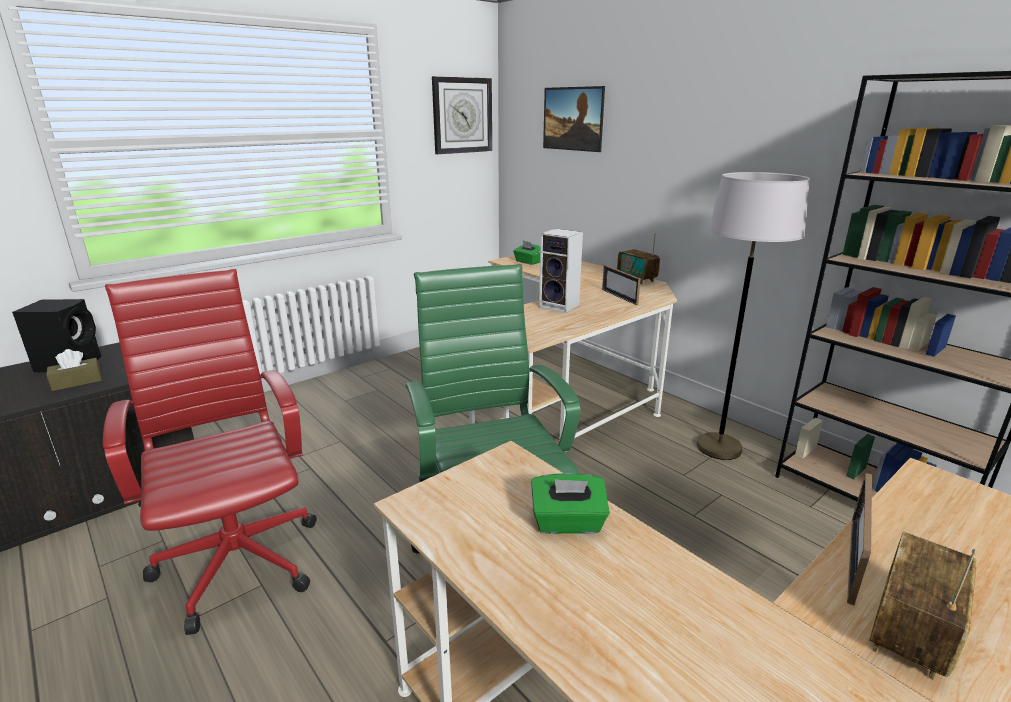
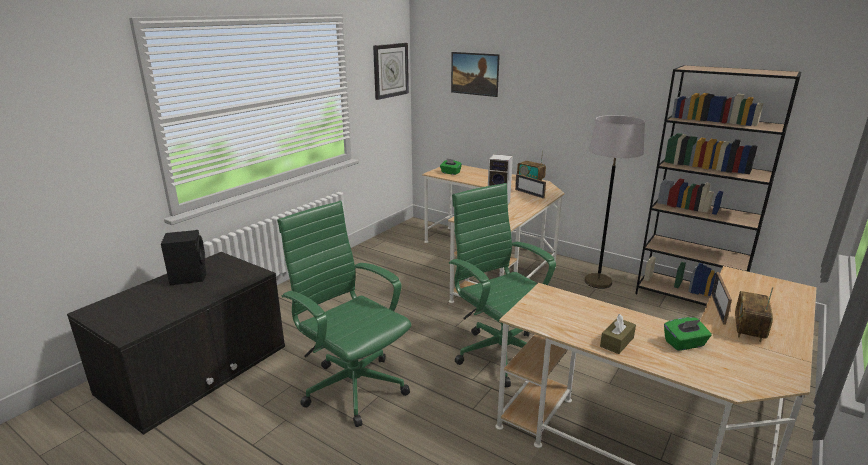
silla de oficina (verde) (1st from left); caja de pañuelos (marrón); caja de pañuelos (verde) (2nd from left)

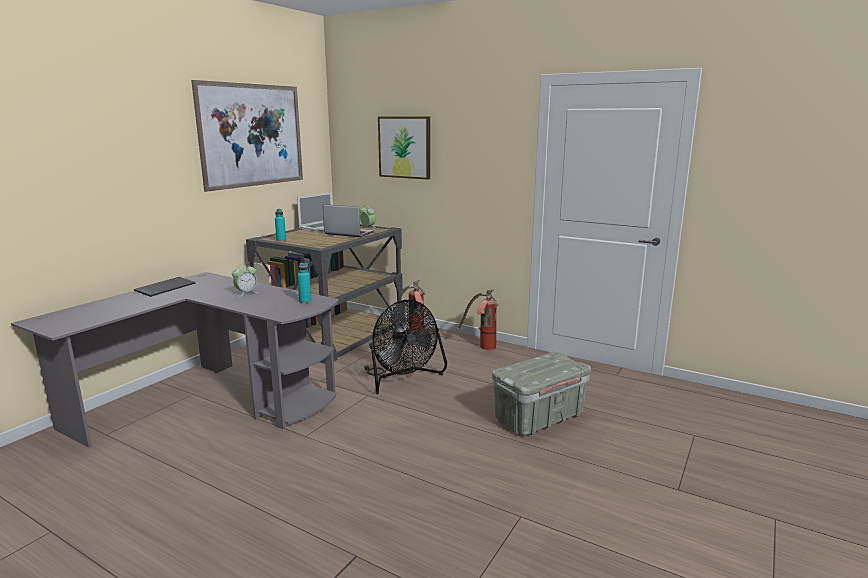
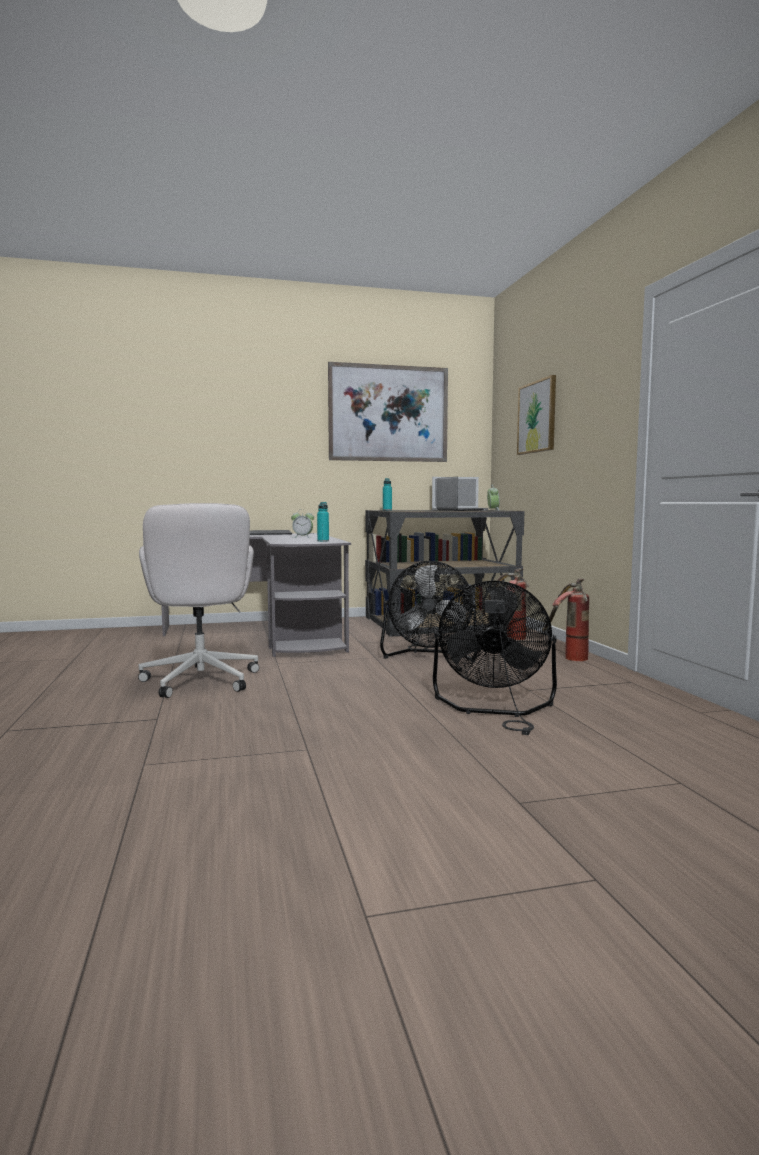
ventilador (negro) (2nd from left); silla de oficina (blanco)

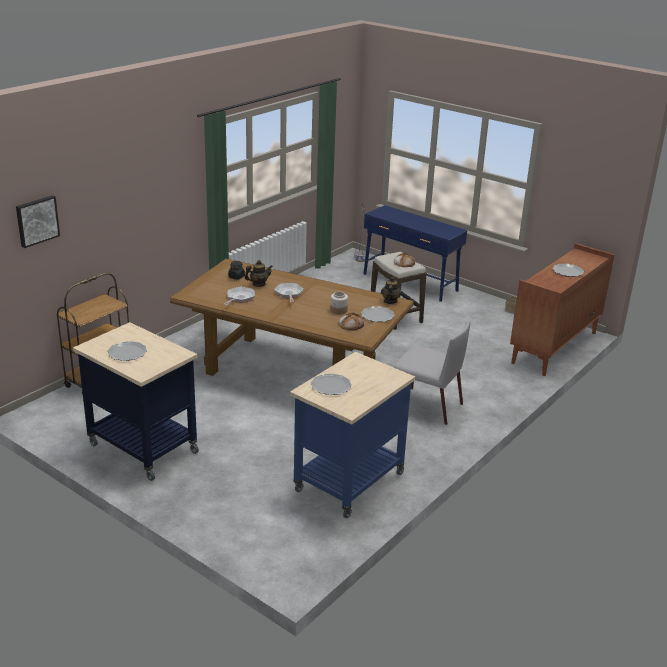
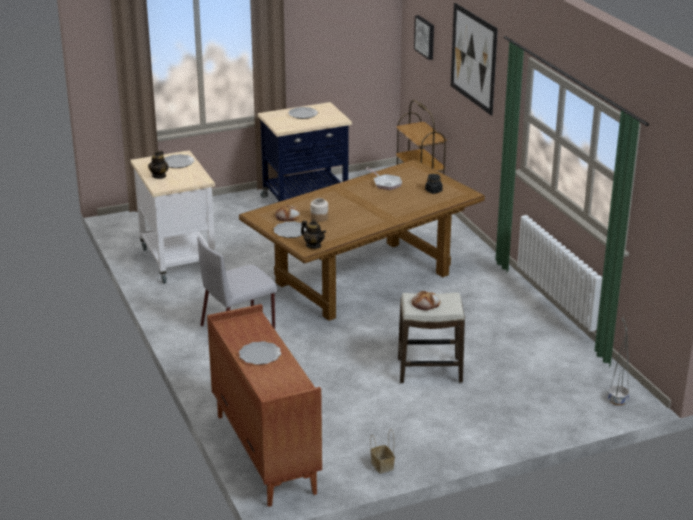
mesa consola (azul); tetera (1st from left); sartén (2nd from left in the first image); carrito (blanco); cuadro (2nd from left)

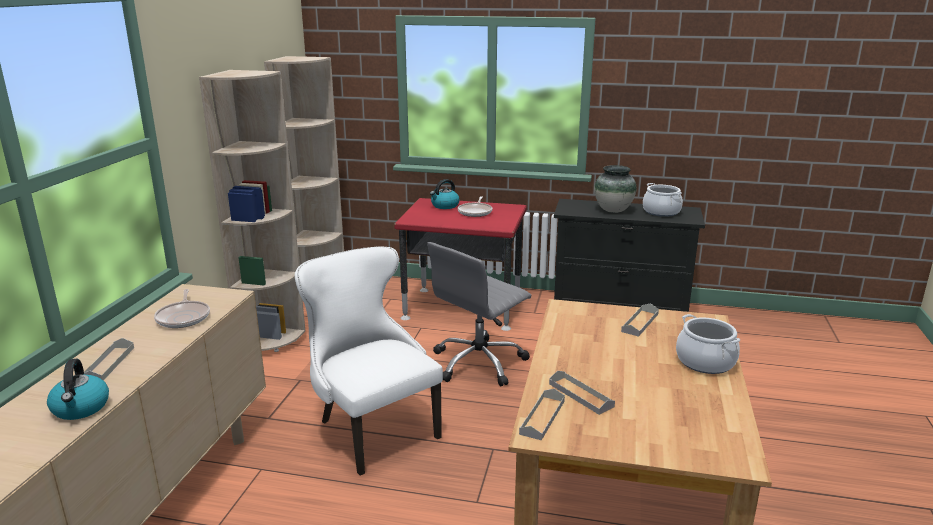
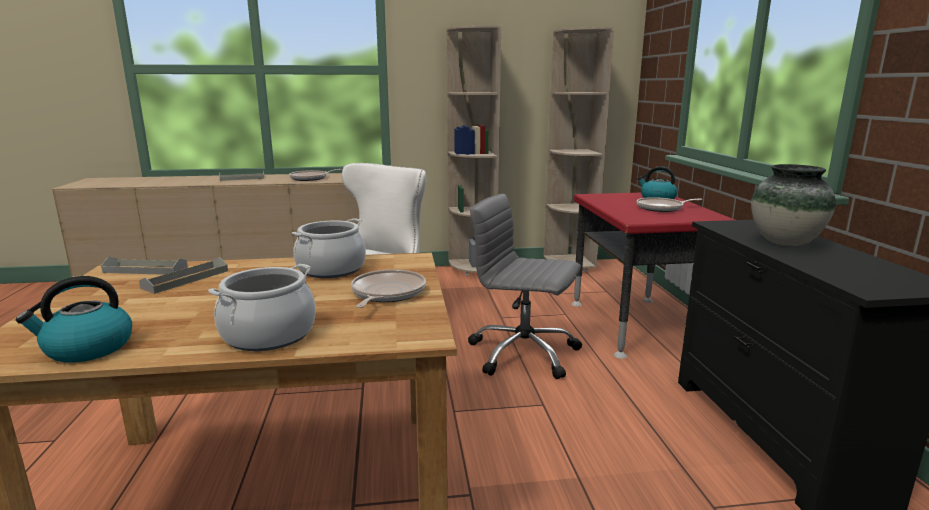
olla (2nd from left); sartén (2nd from left); hervidor (1st from left)

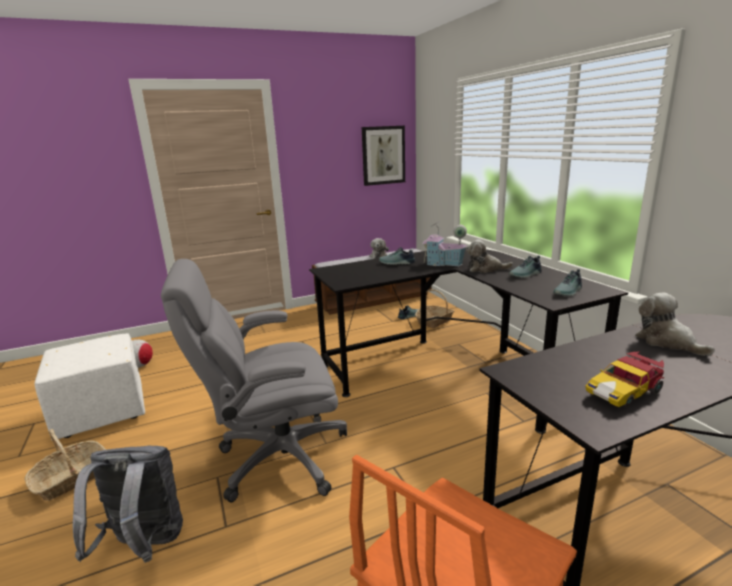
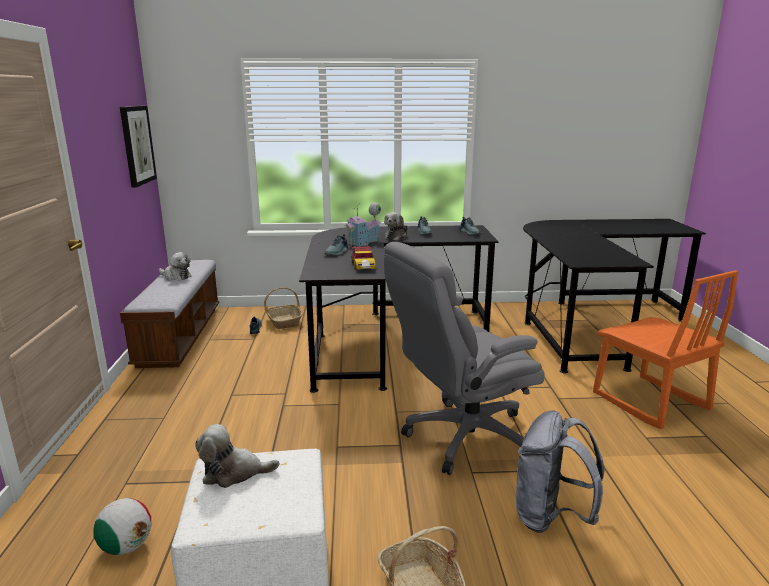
silla de oficina (gris); peluche (2nd from left); coche de juguete

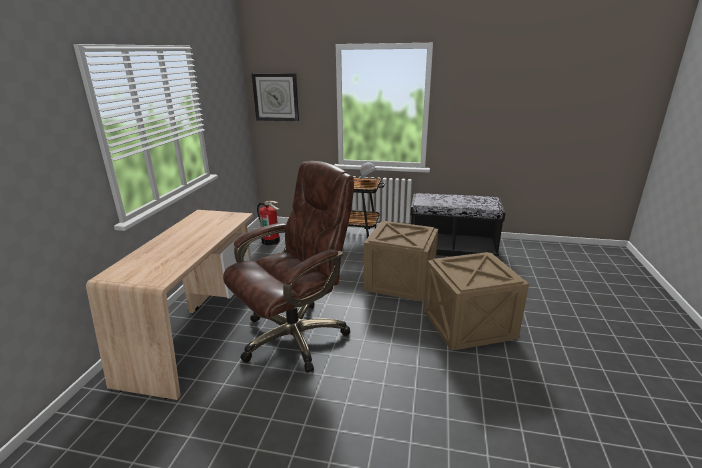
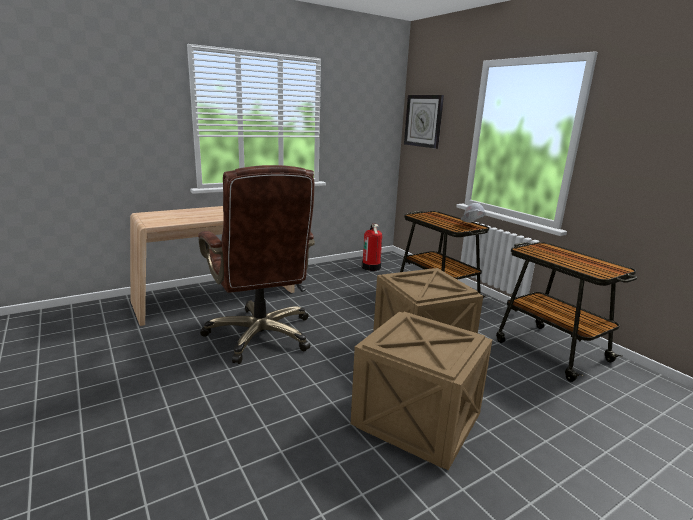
silla de oficina (marrón); carrito (2nd from left)

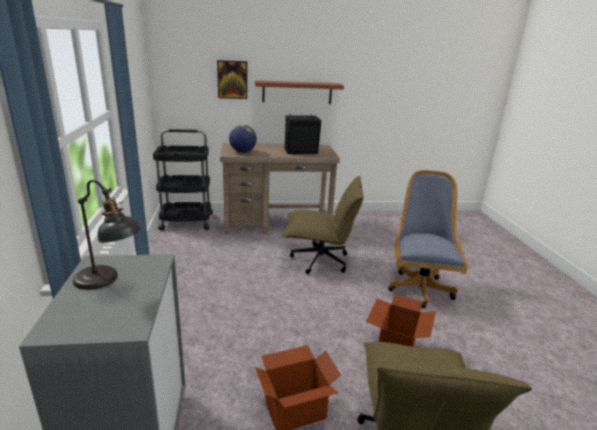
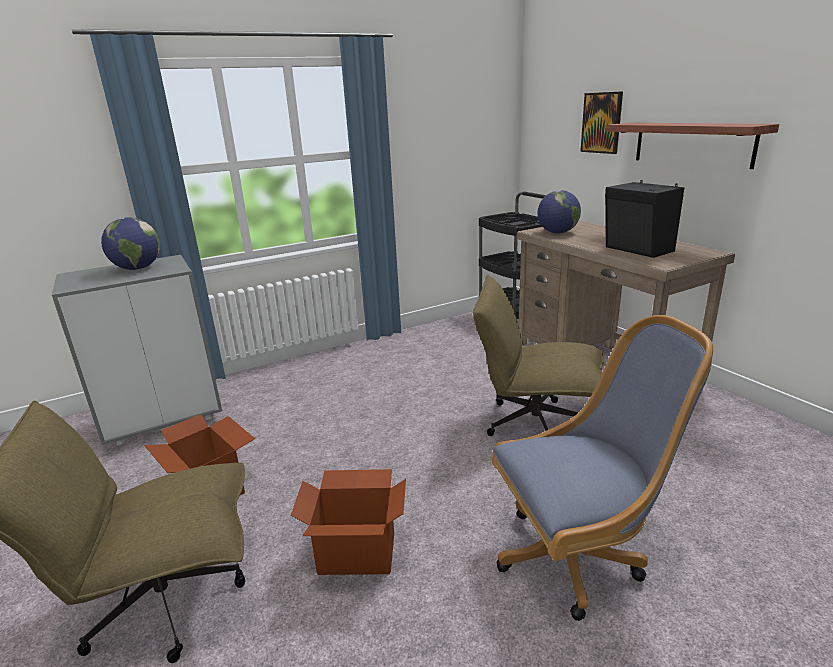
silla de oficina (beis) (2nd from left); globo terráqueo (1st from left)

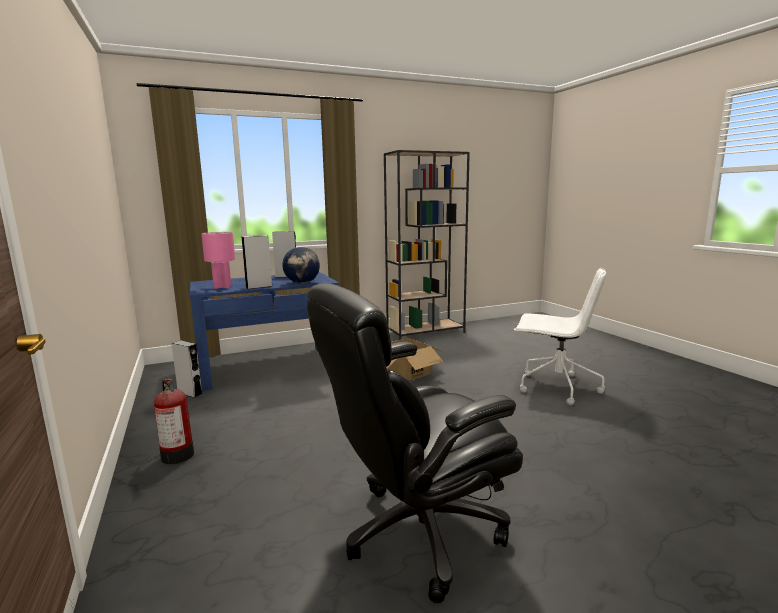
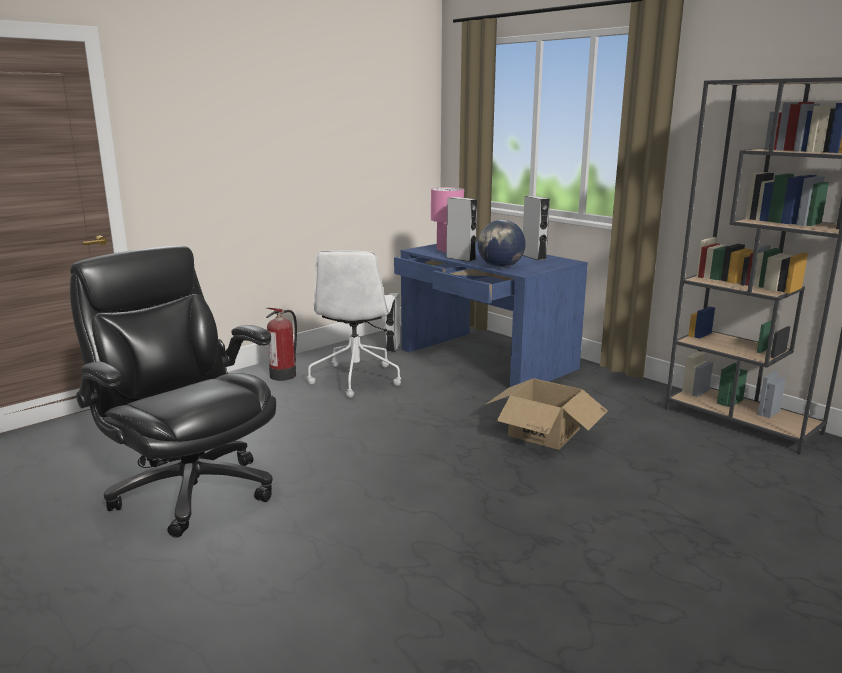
silla de oficina (blanco)

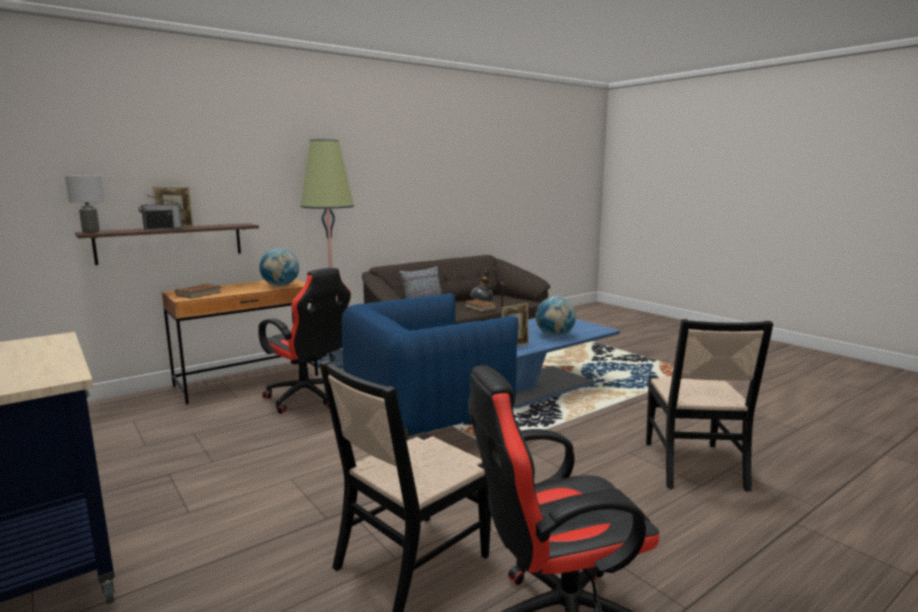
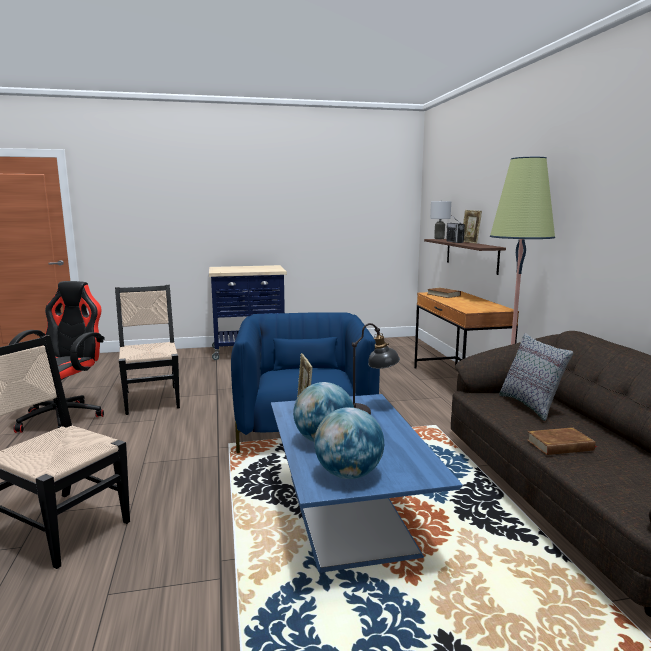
globo terráqueo (2nd from left); silla de oficina (negro) (1st from left in the first image)

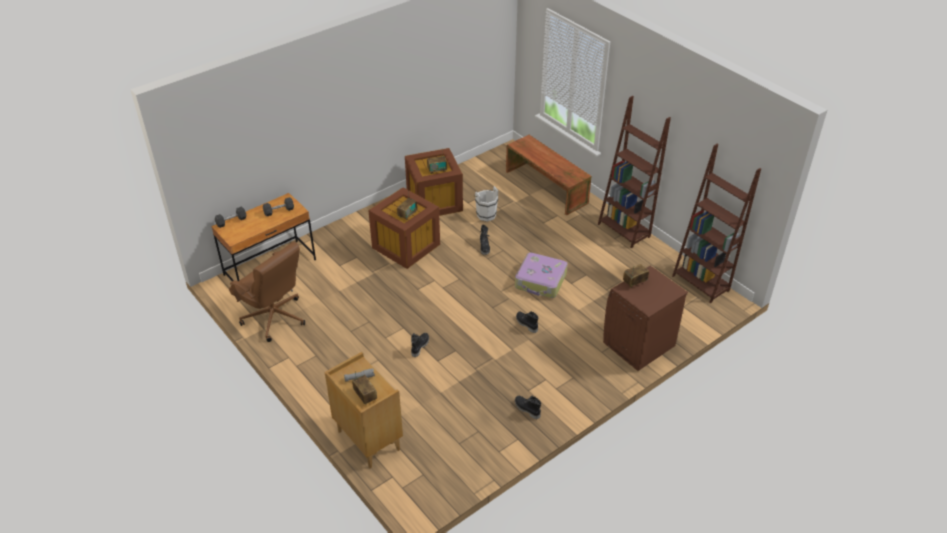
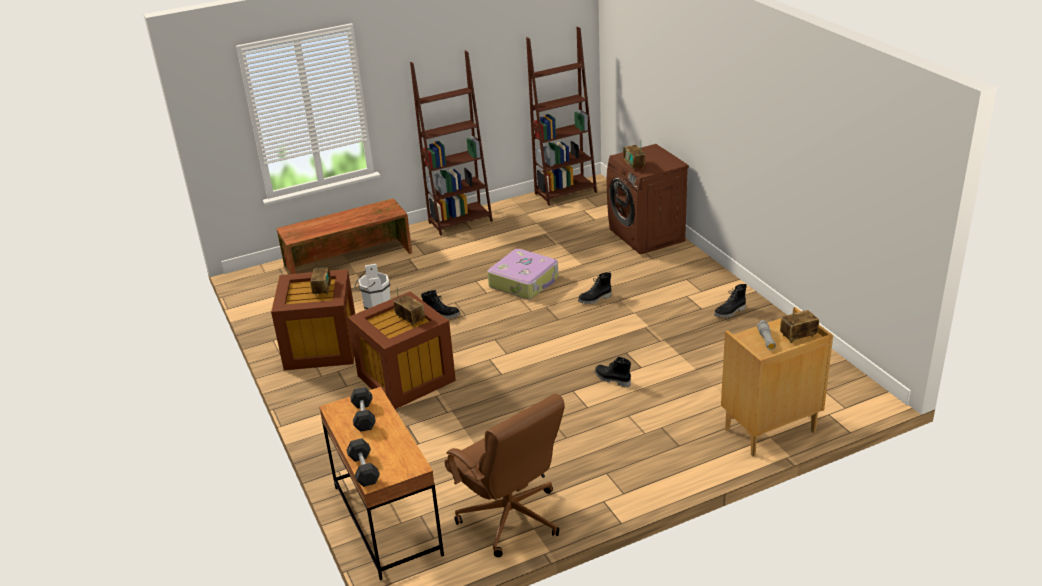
silla de oficina (marrón)

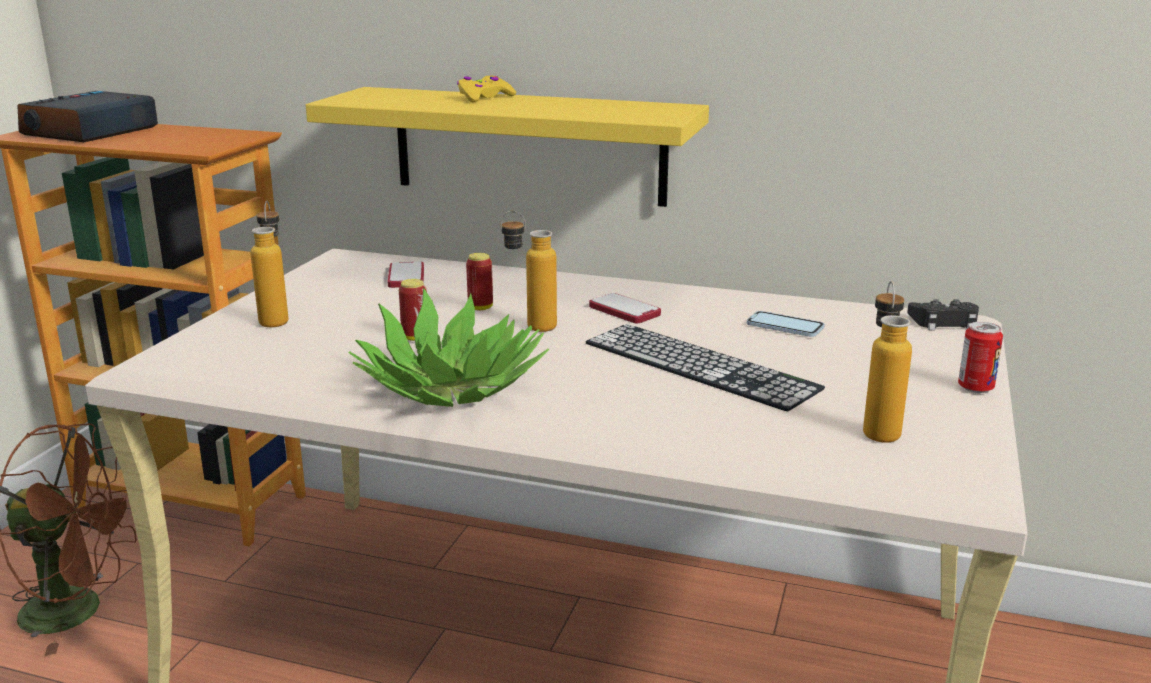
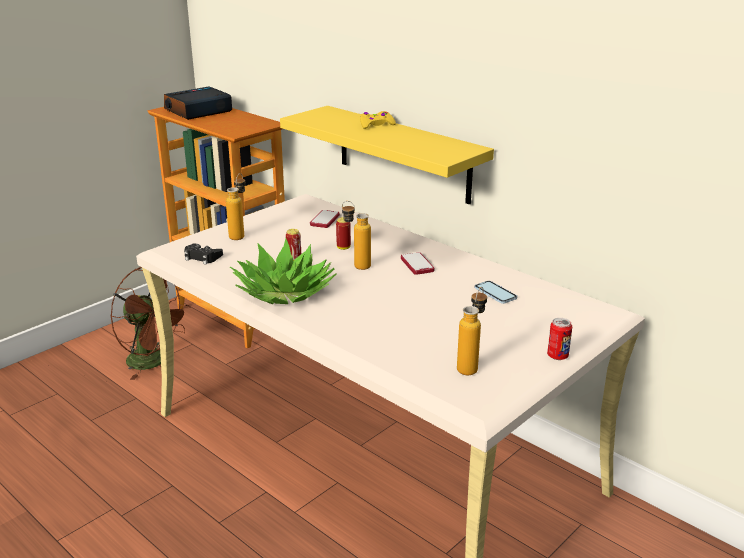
mando de consola (negro); teclado

